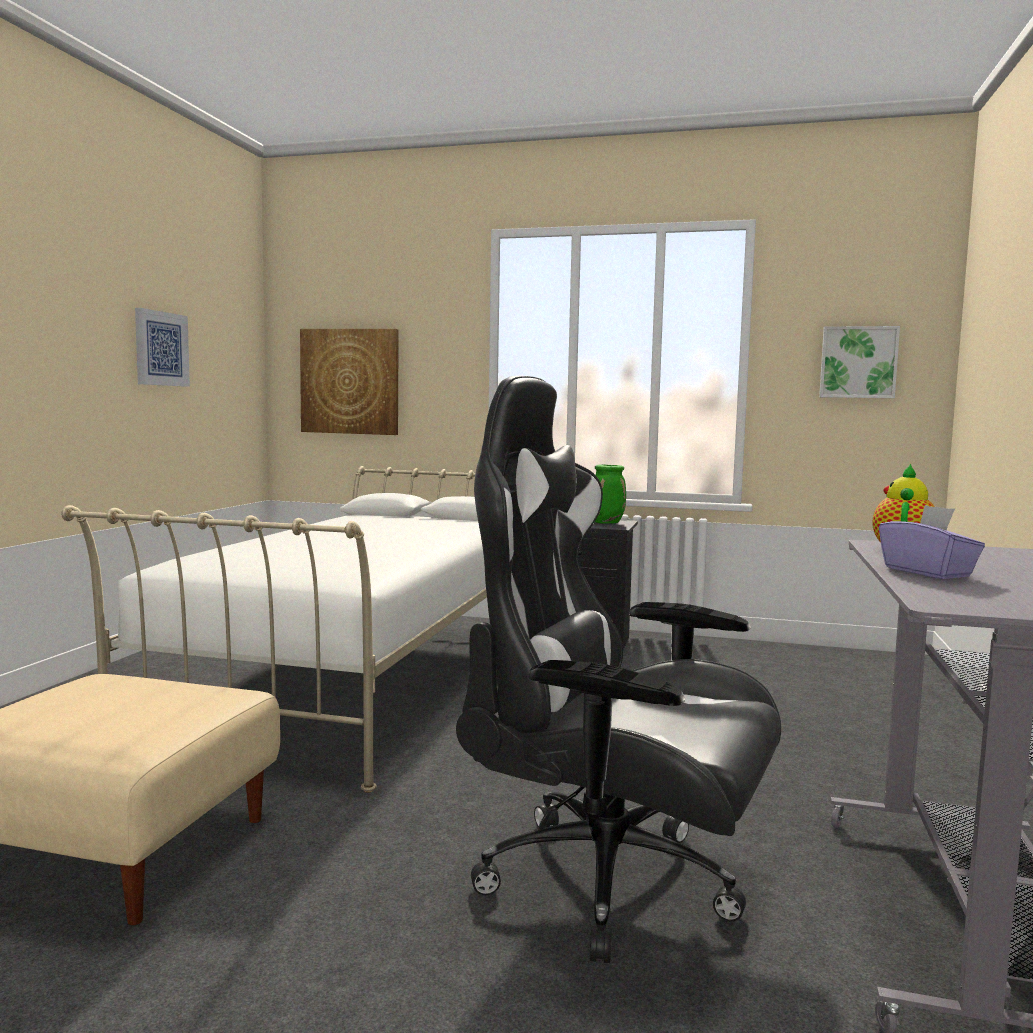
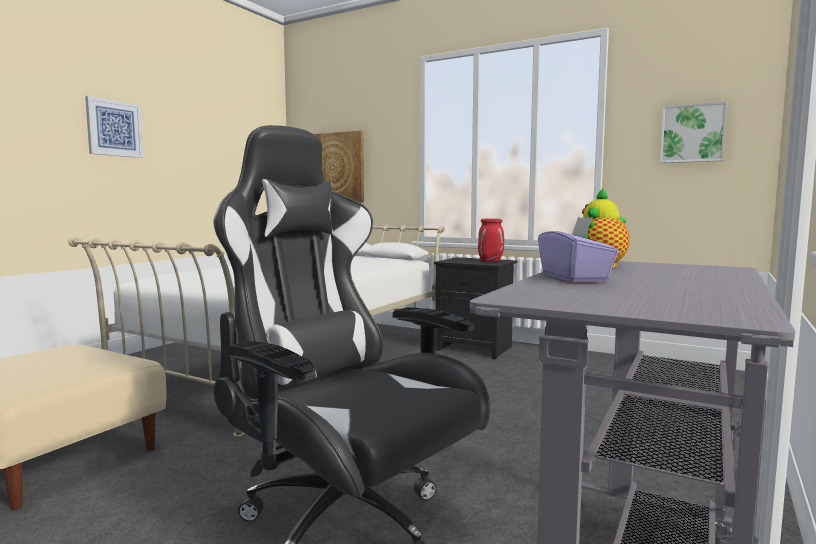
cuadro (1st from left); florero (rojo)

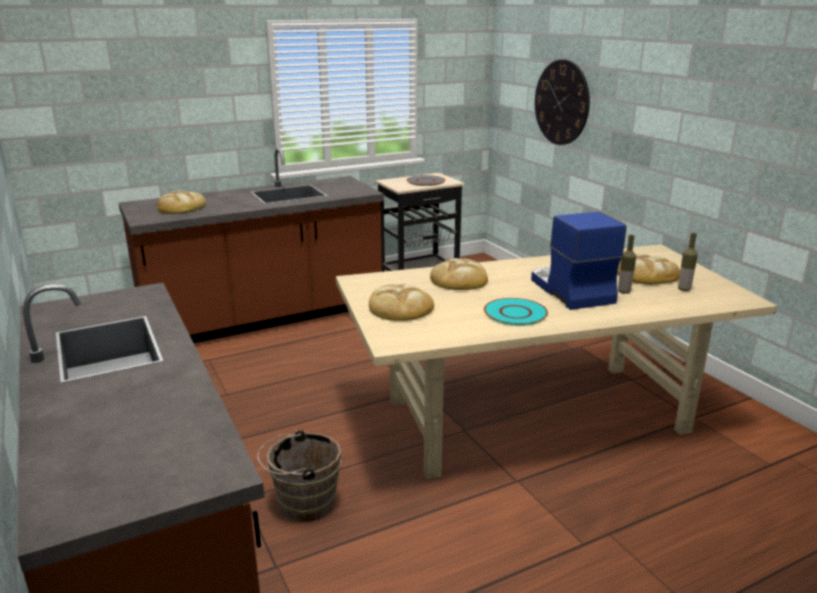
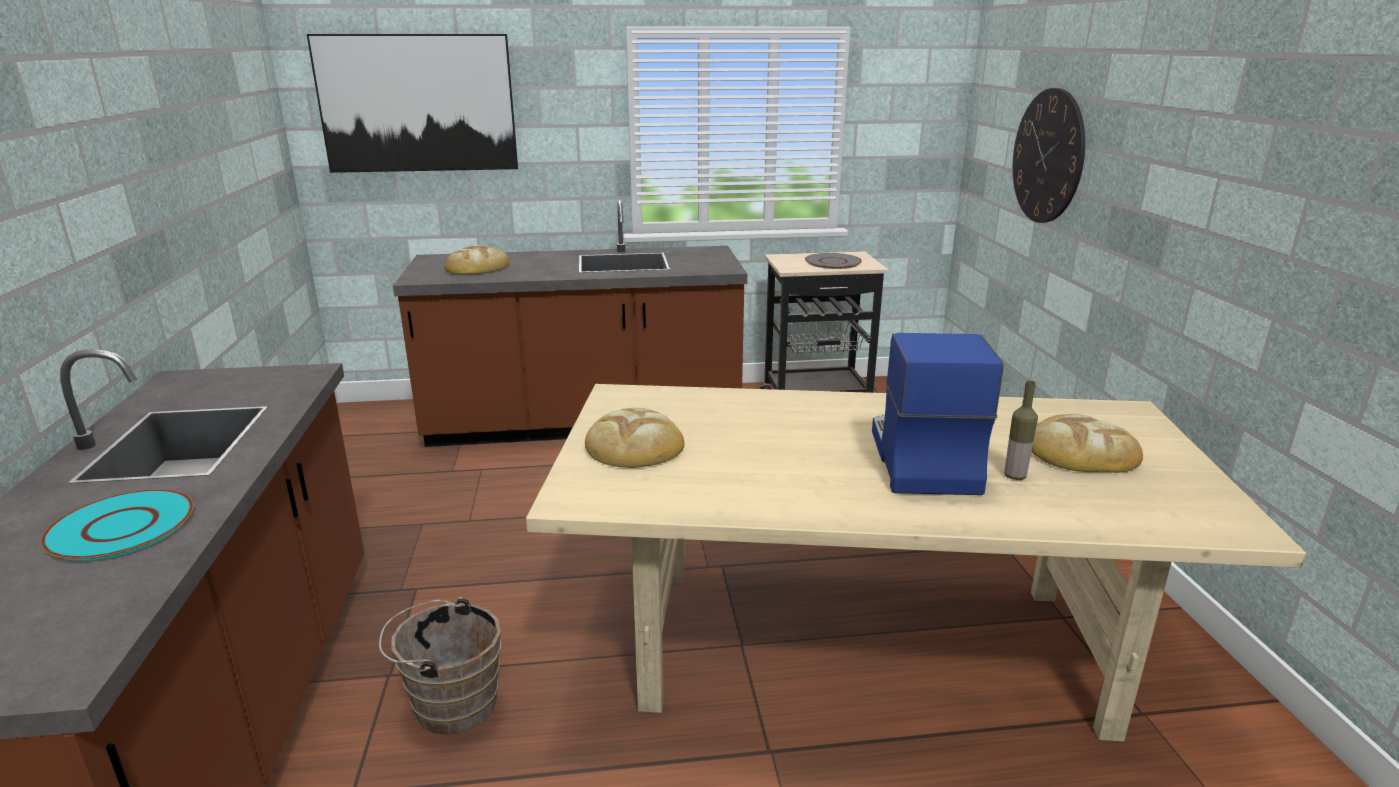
botella (2nd from left in the first image); pan (3rd from left in the first image); plato (turquesa); cuadro

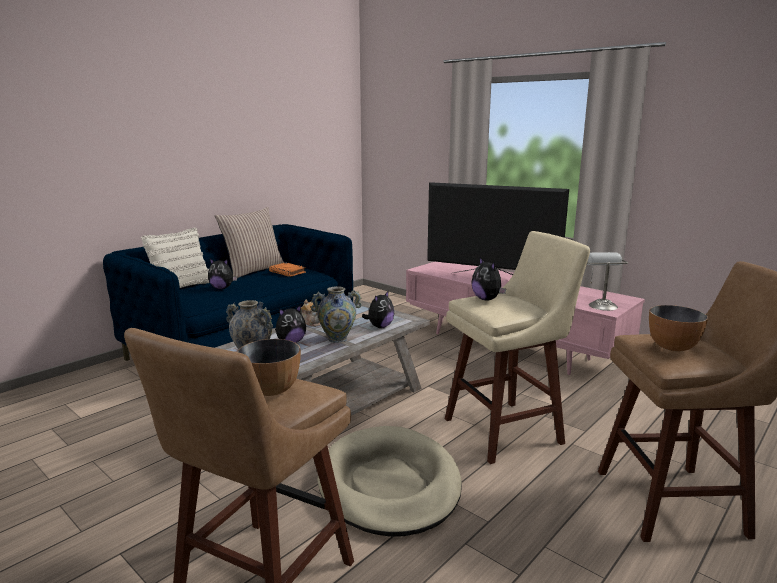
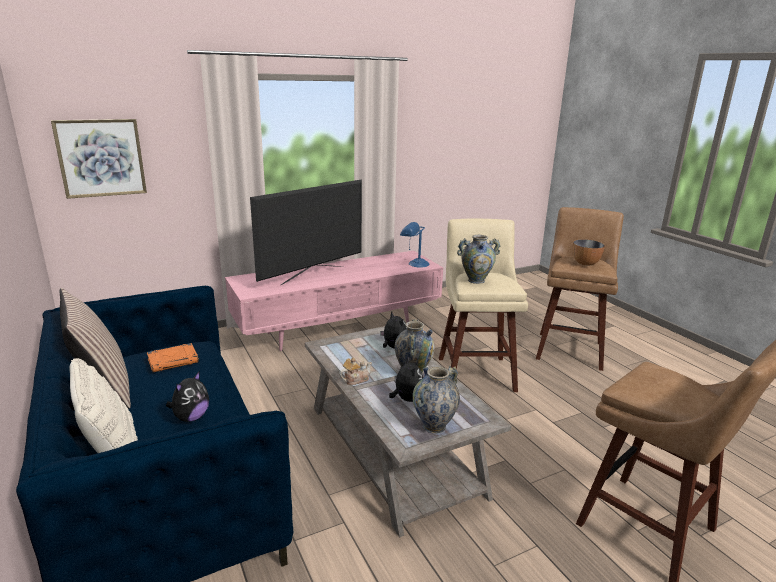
lámpara de mesa (azul); florero (3rd from left); cuenco (1st from left in the first image); cama para perro (beis); cuadro

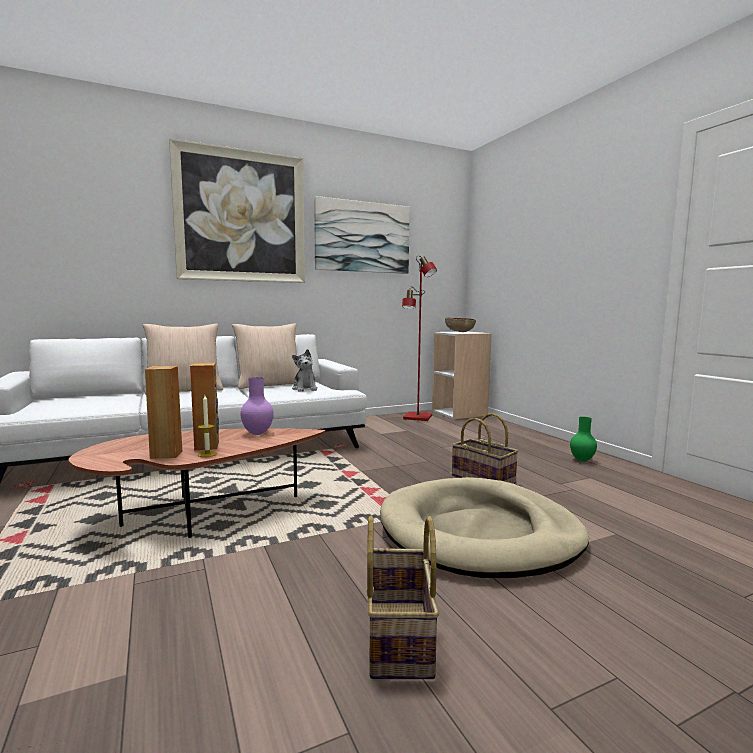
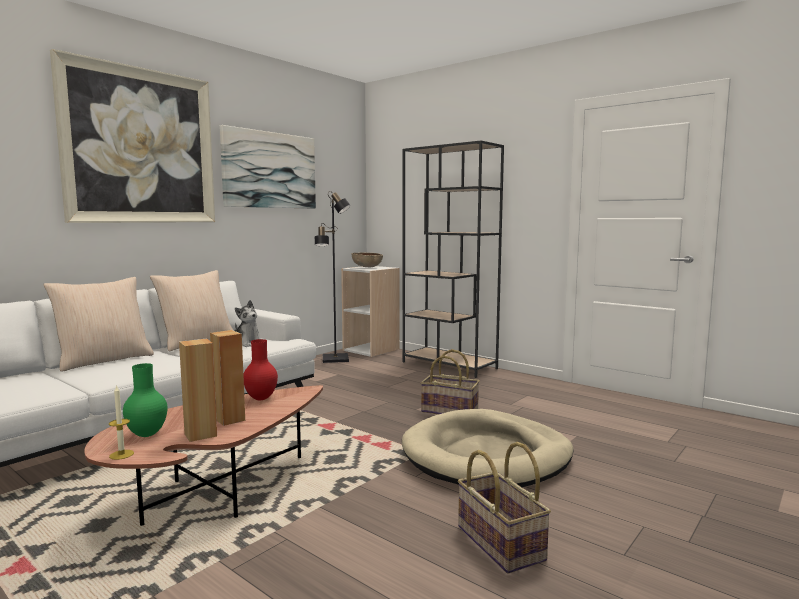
lámpara de pie (negro); florero (rojo); vela; florero (verde); estantería (2nd from left)

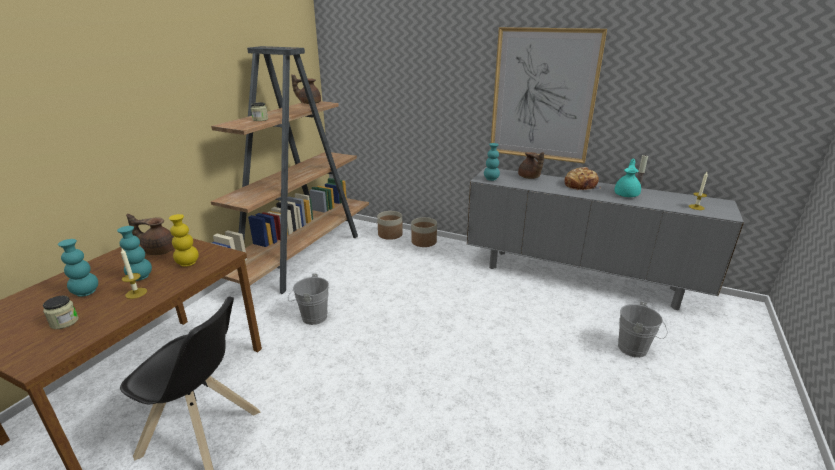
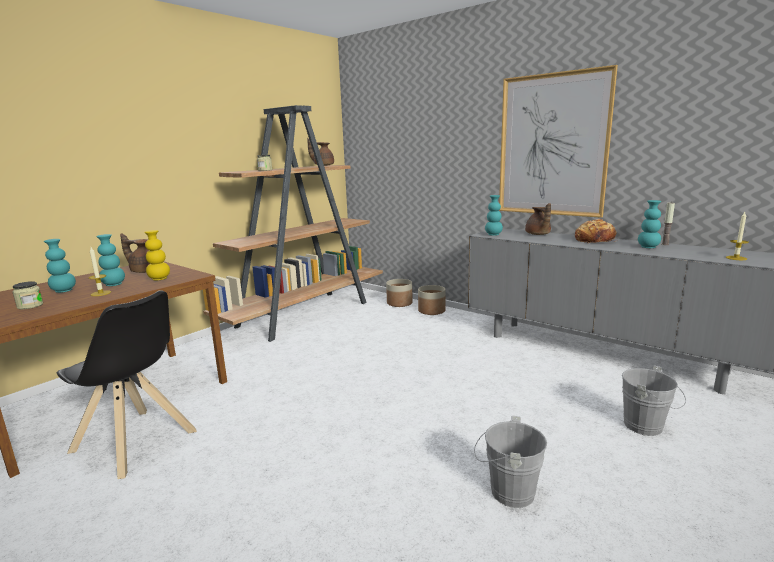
florero (turquesa) (4th from left); cubo (gris) (1st from left)

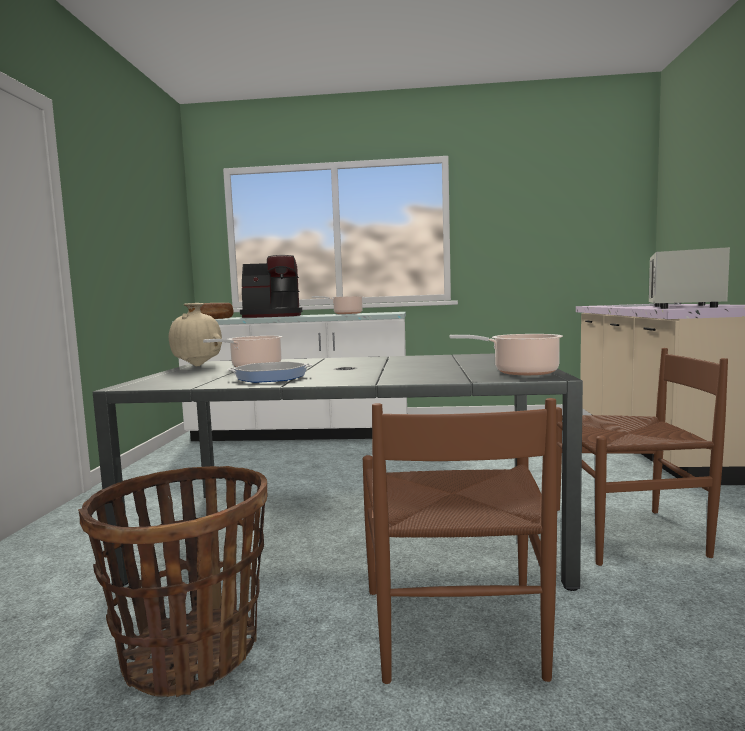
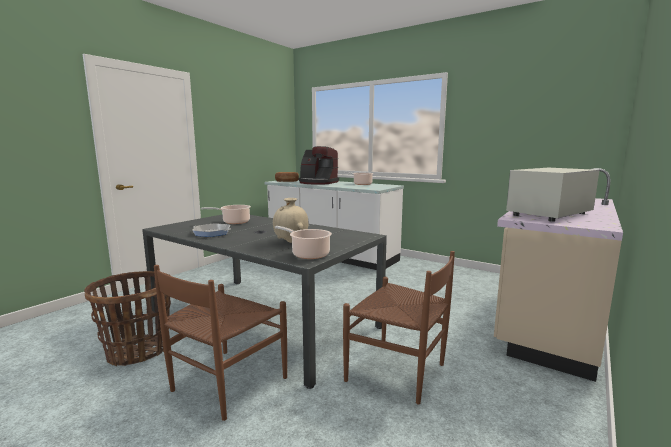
florero (beis)

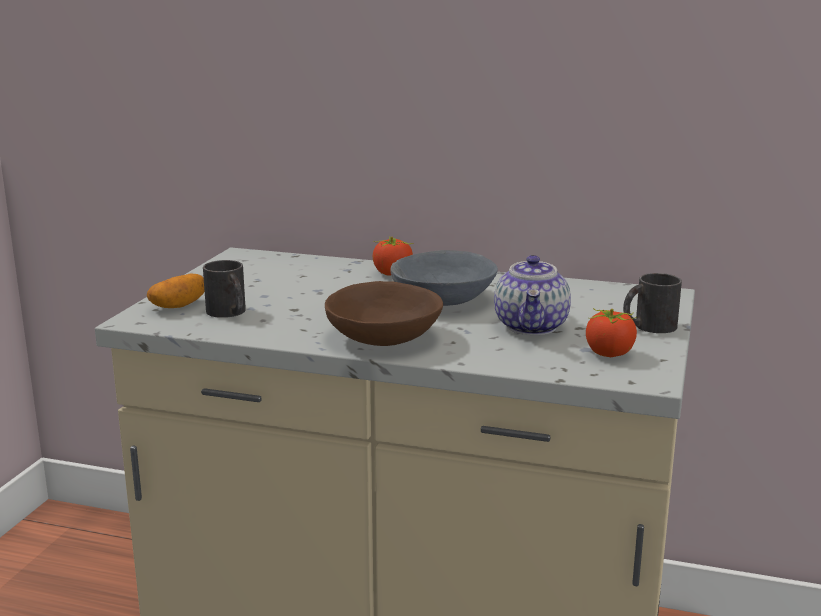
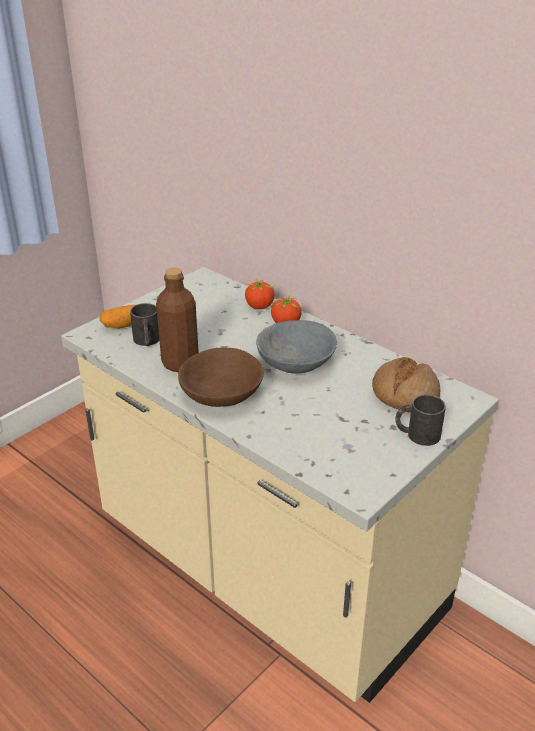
tetera; tomate (1st from left); botella (marrón); pan

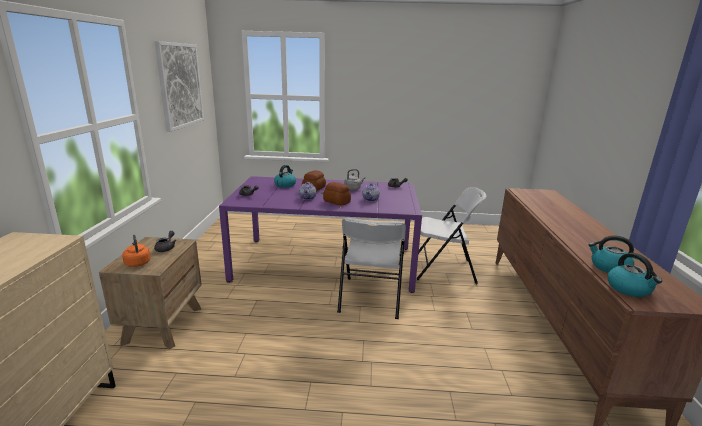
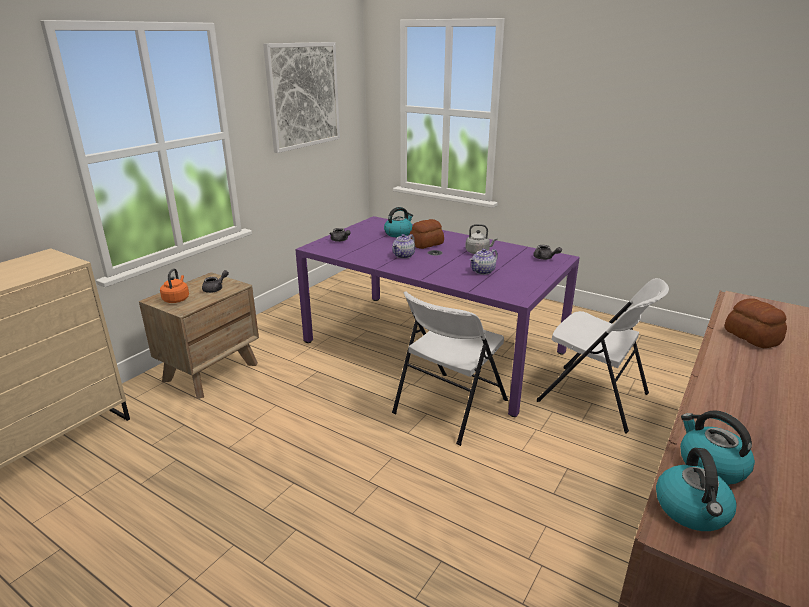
pan (2nd from left)

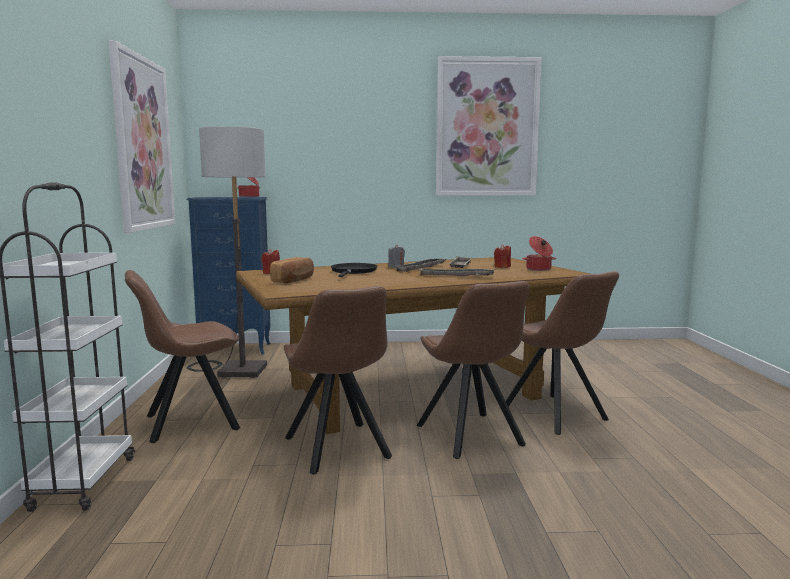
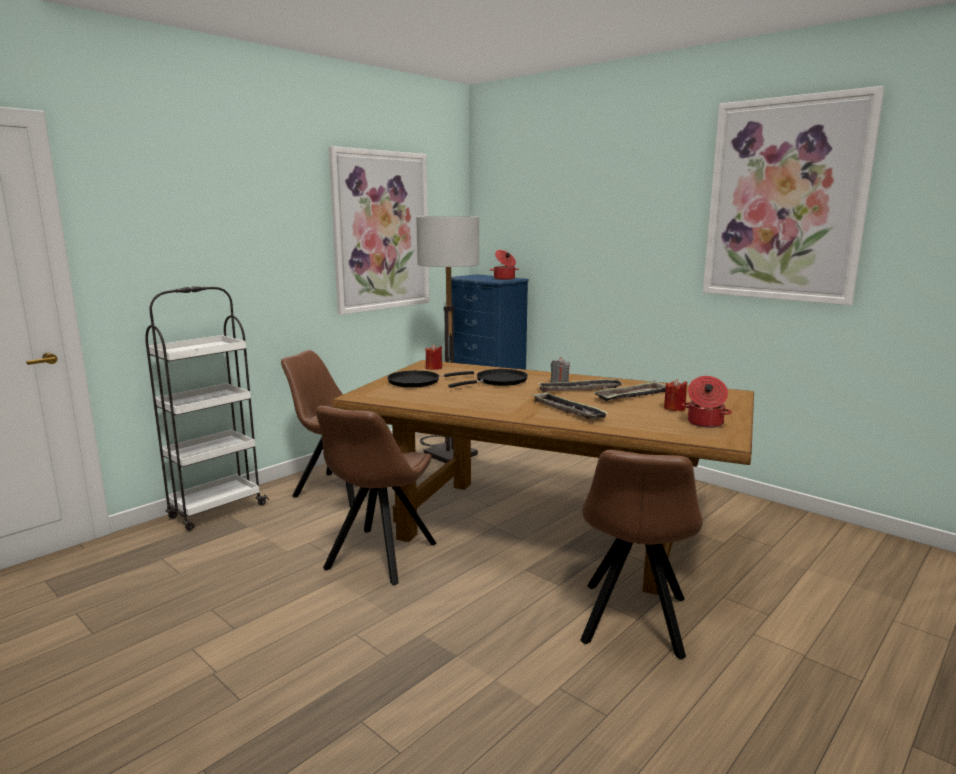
sartén (negro) (1st from left); silla (marrón) (3rd from left in the first image)

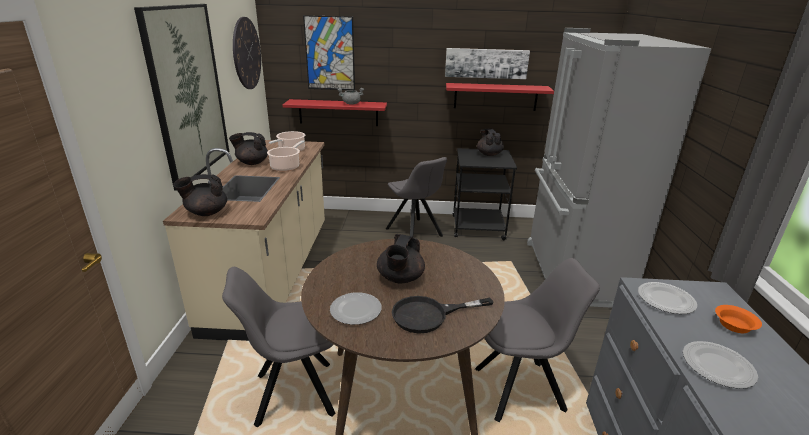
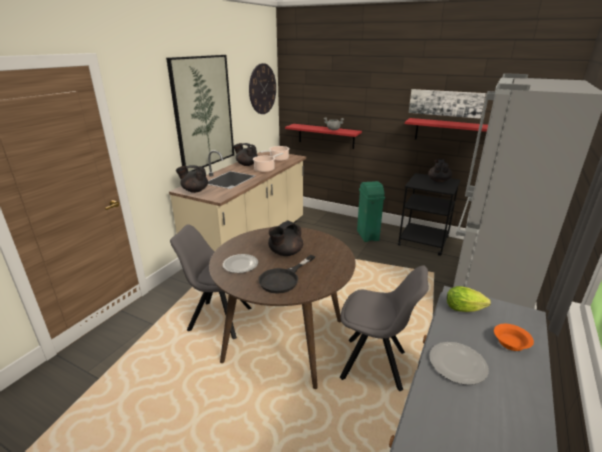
cuadro (2nd from left in the first image); papelera (verde); lechuga; sartén (negro)

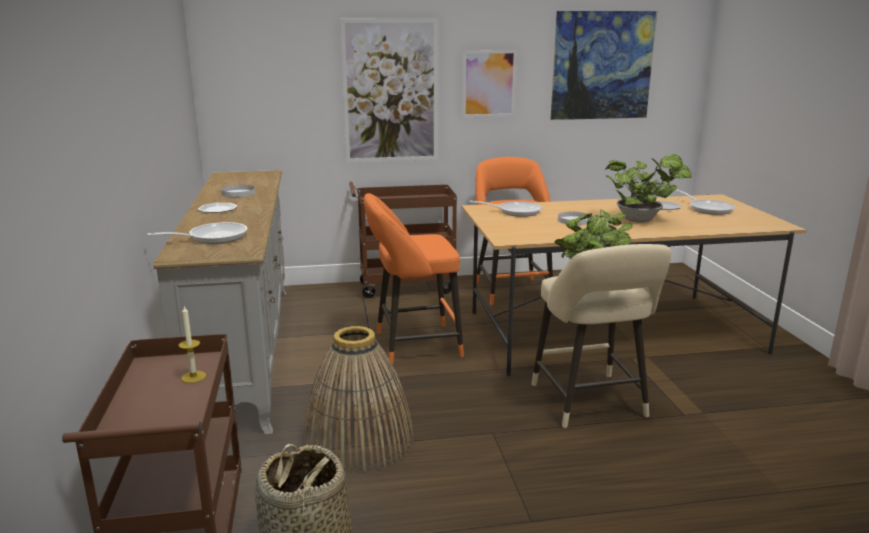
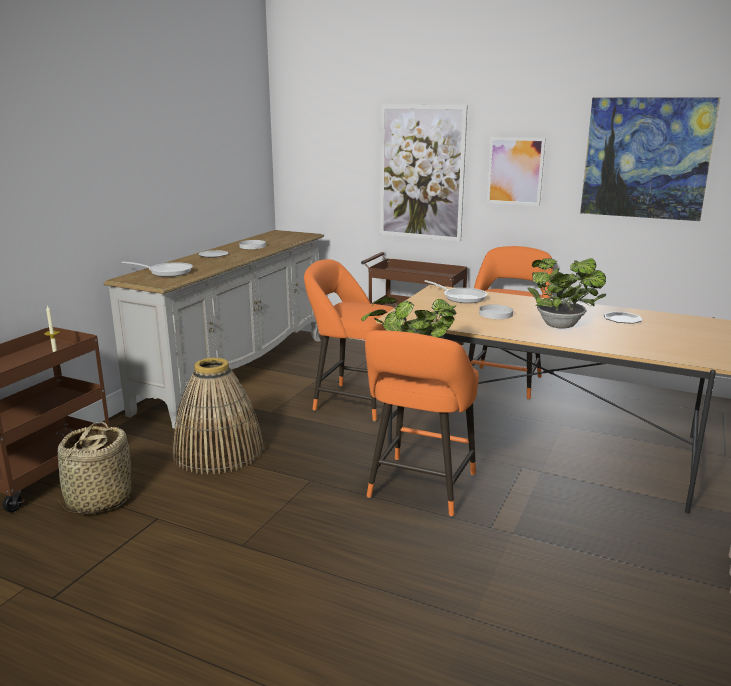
sartén (3rd from left in the first image); taburete (naranja) (2nd from left)

